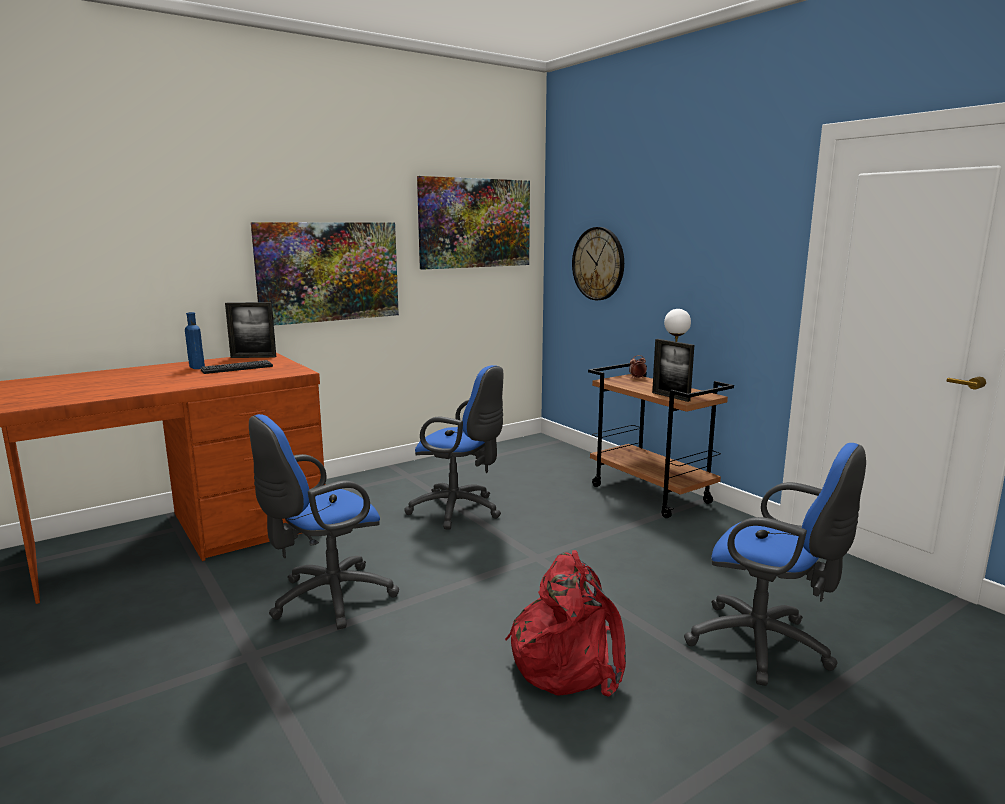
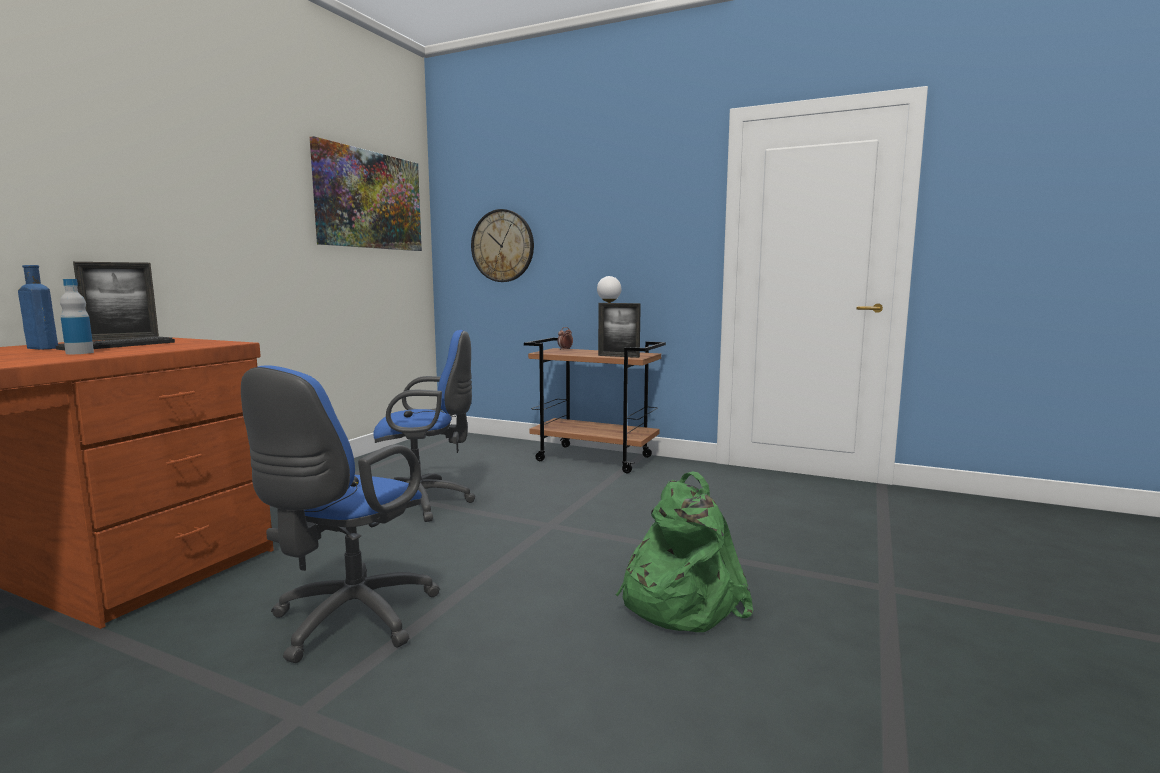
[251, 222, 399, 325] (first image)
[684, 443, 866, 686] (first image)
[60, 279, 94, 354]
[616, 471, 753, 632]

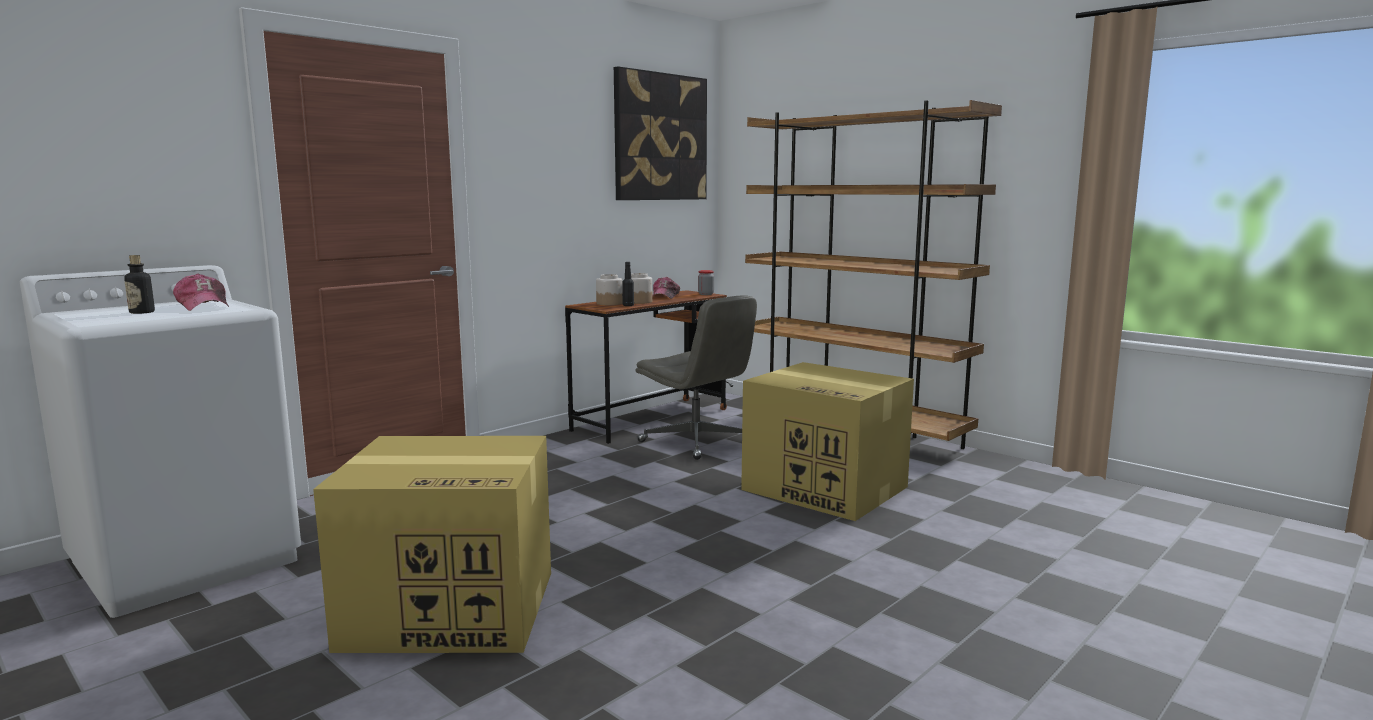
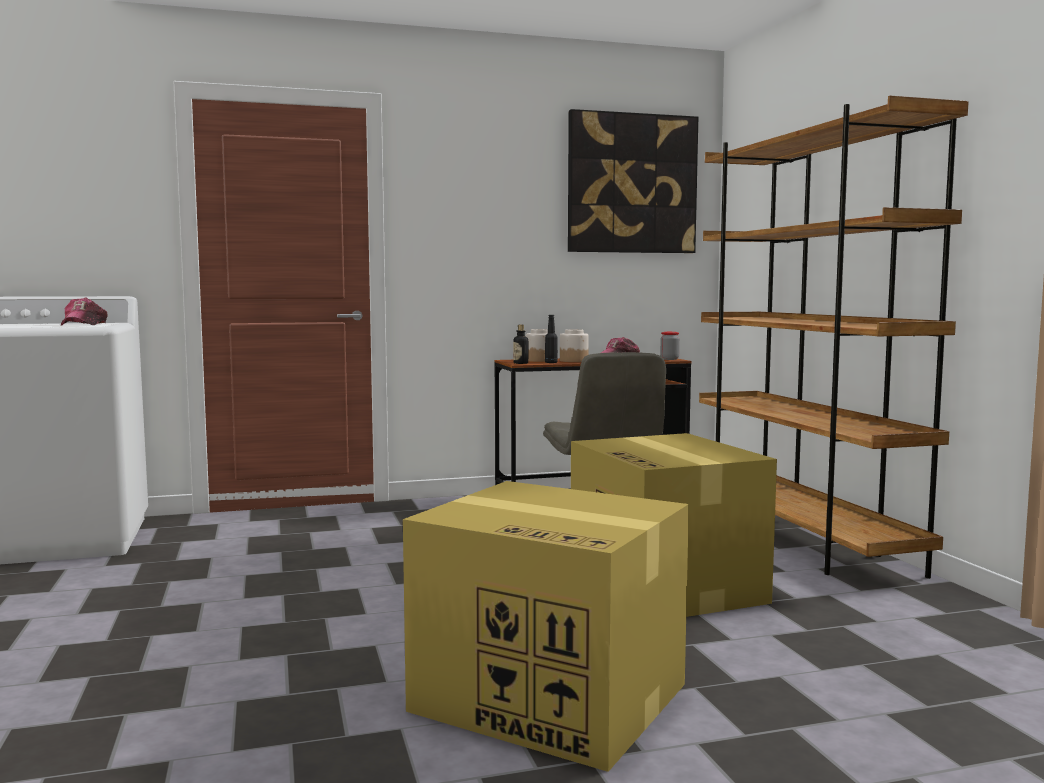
[513, 325, 528, 364]
[403, 481, 689, 772]

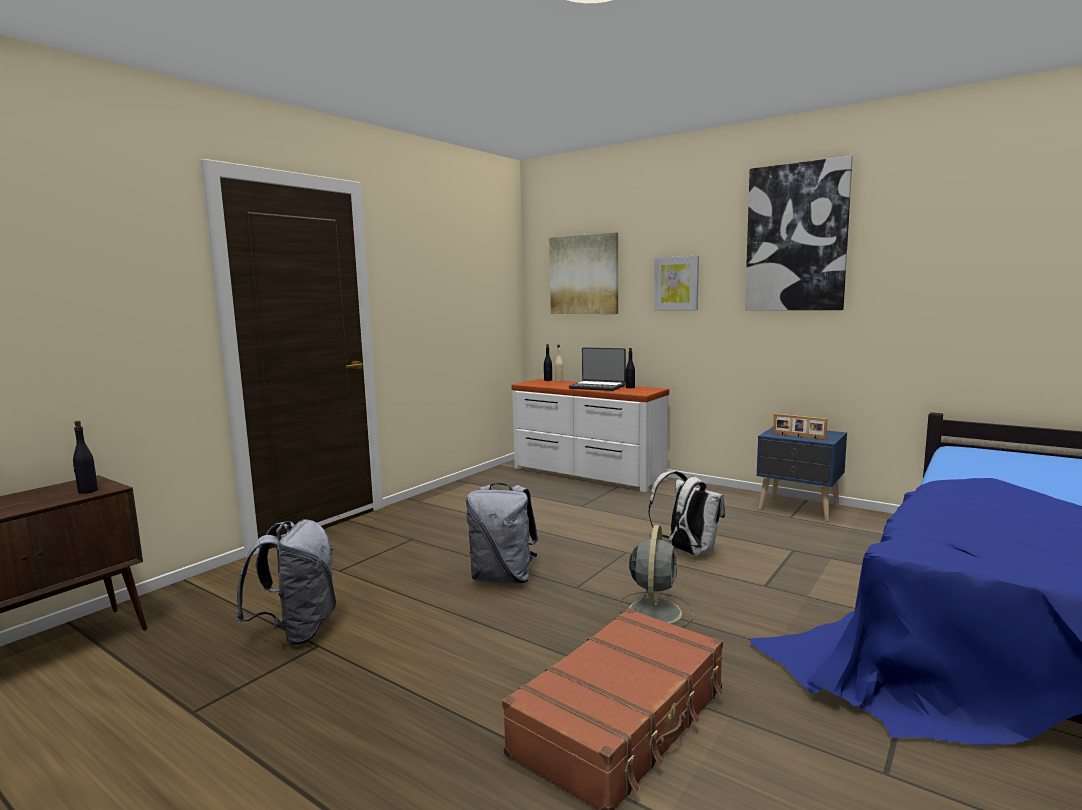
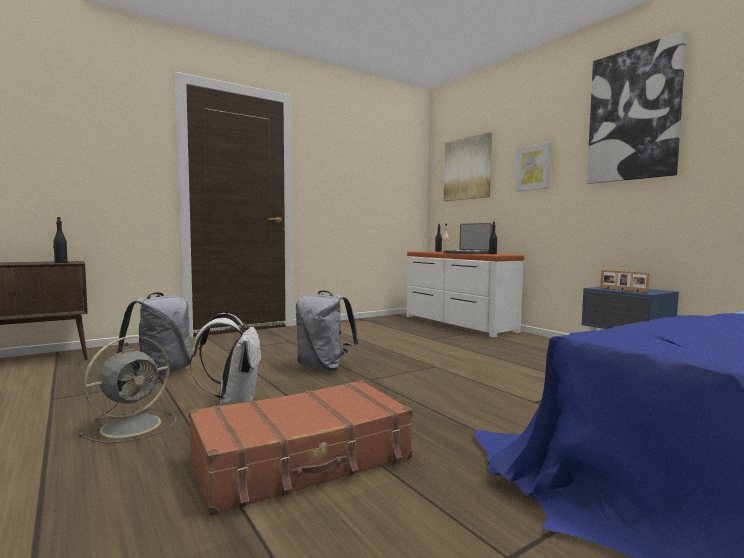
[78, 336, 176, 443]
[190, 313, 263, 406]

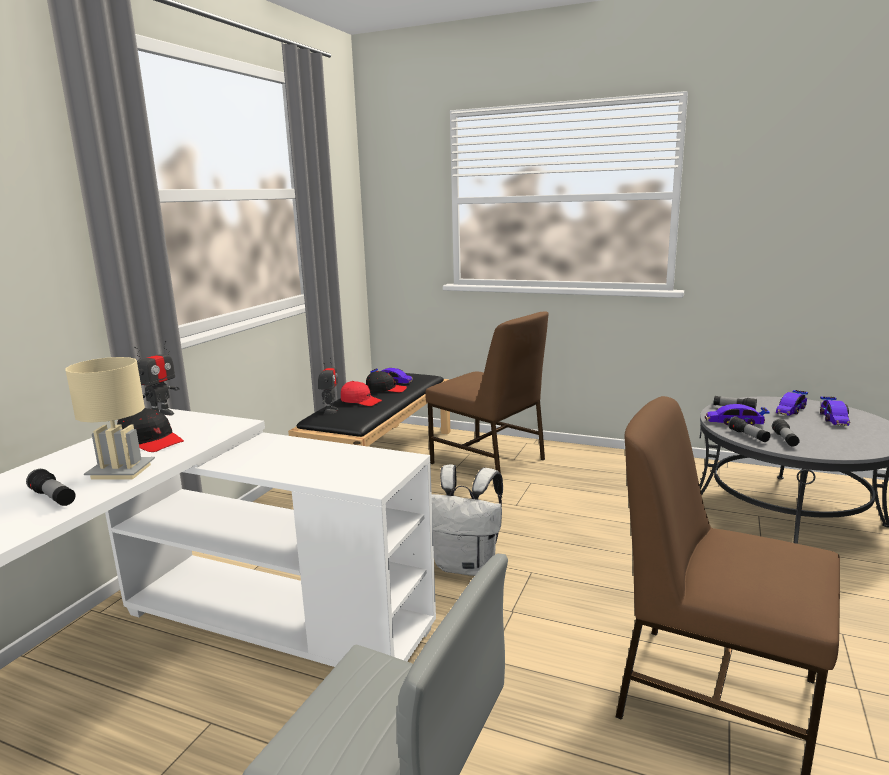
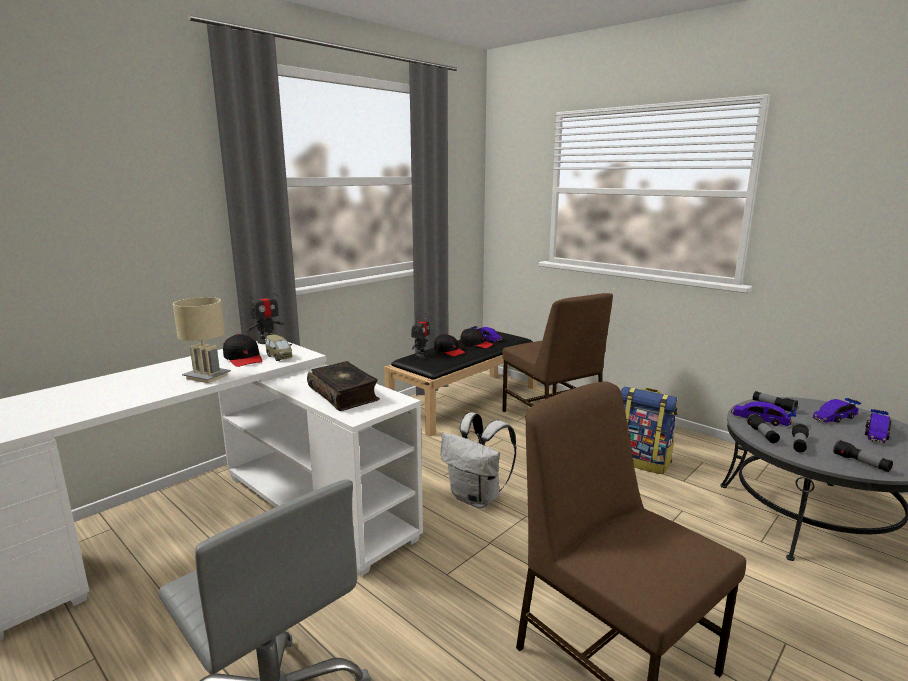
[266, 334, 293, 361]
[307, 361, 380, 411]
[621, 387, 678, 474]
[833, 440, 893, 472]
[434, 334, 466, 356]

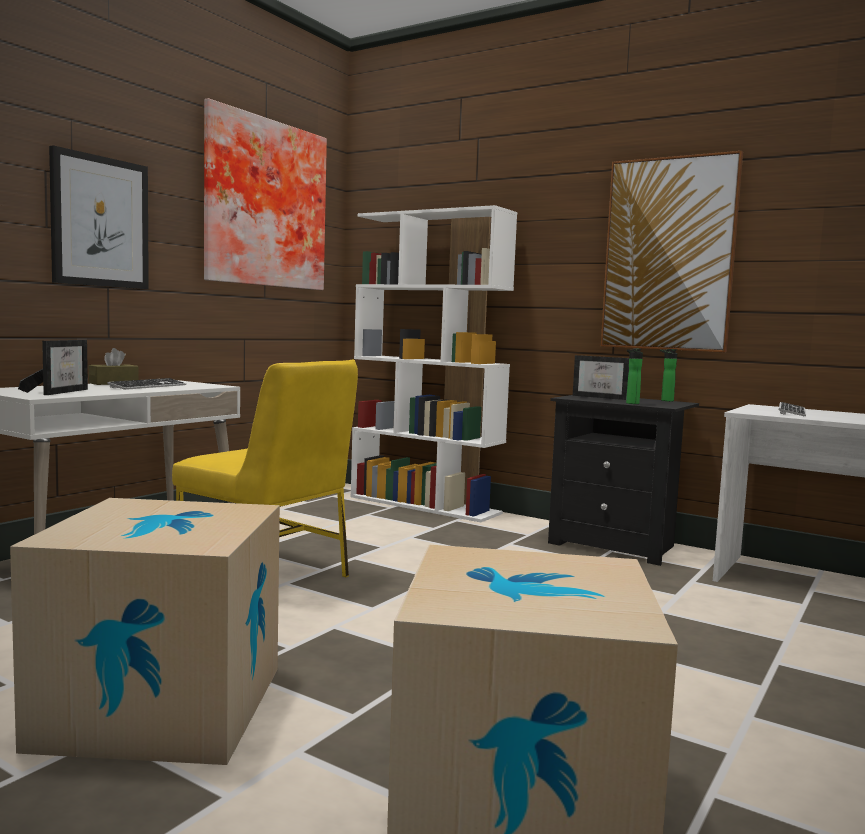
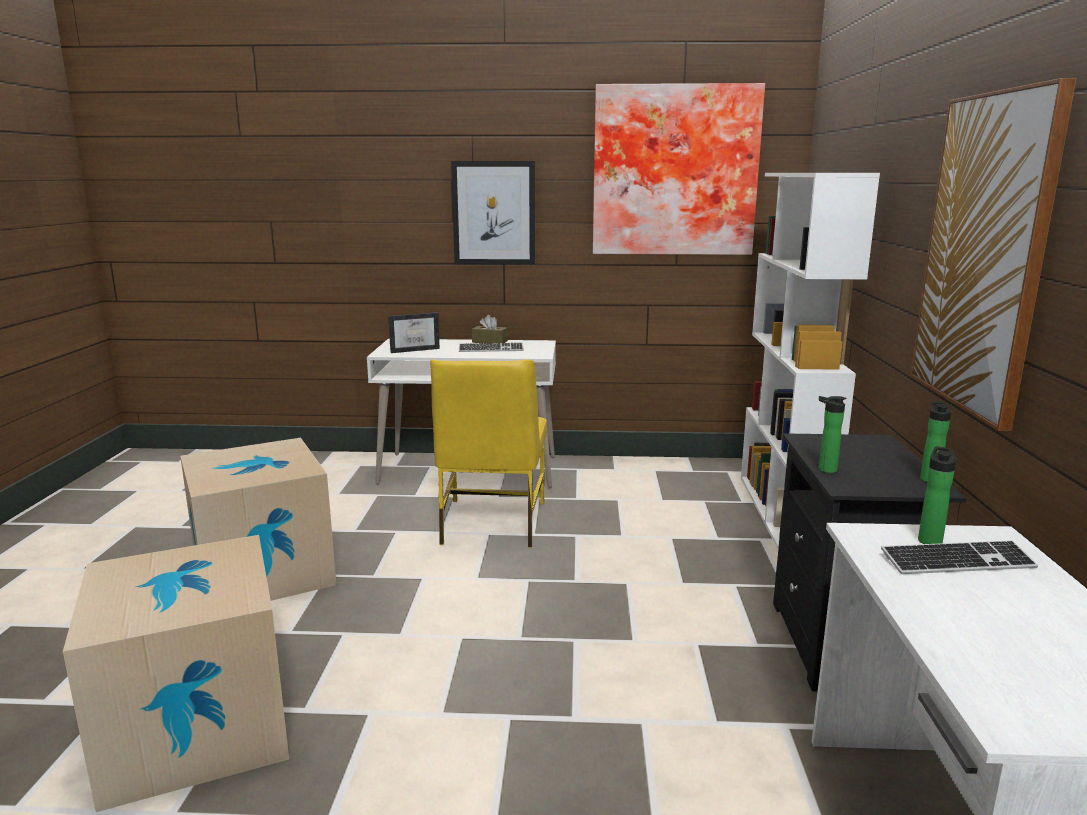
[573, 355, 629, 400] (first image)
[918, 447, 956, 544]

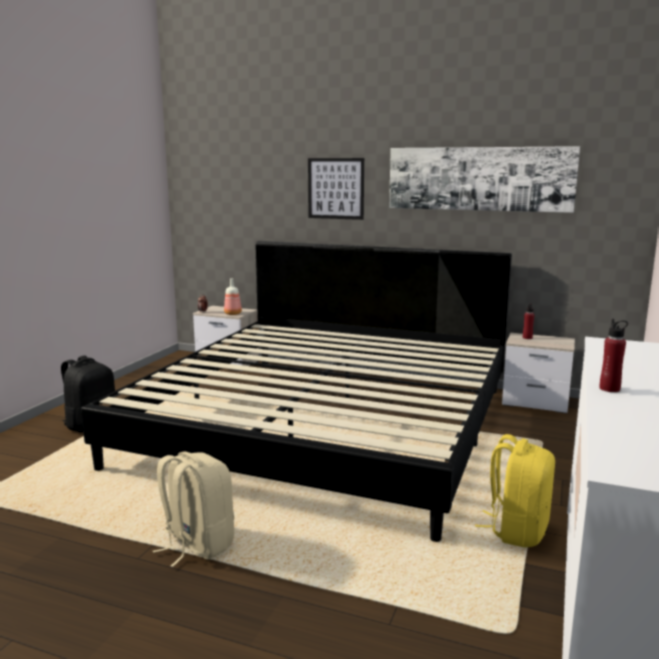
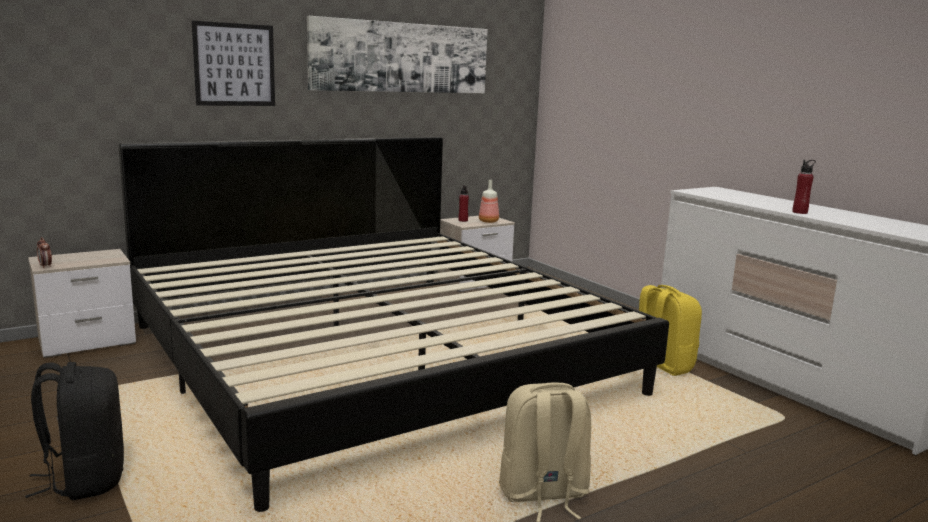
[479, 180, 499, 223]

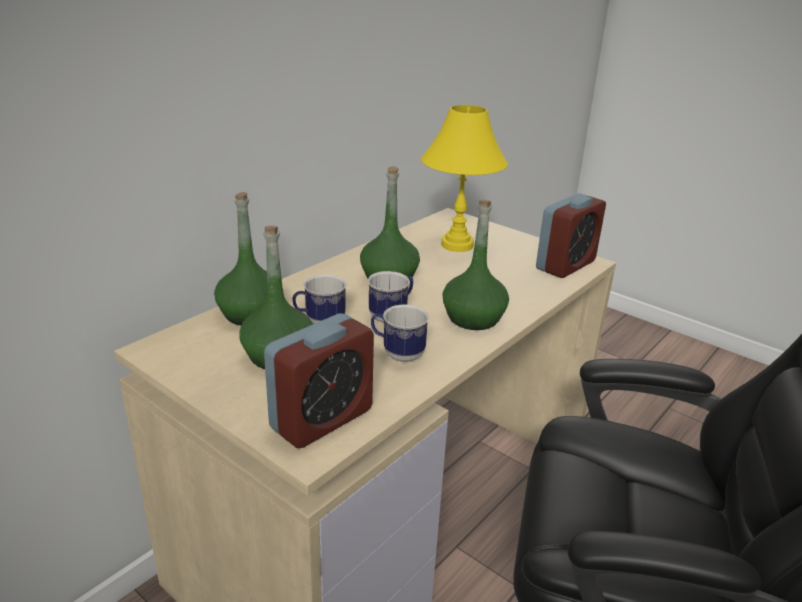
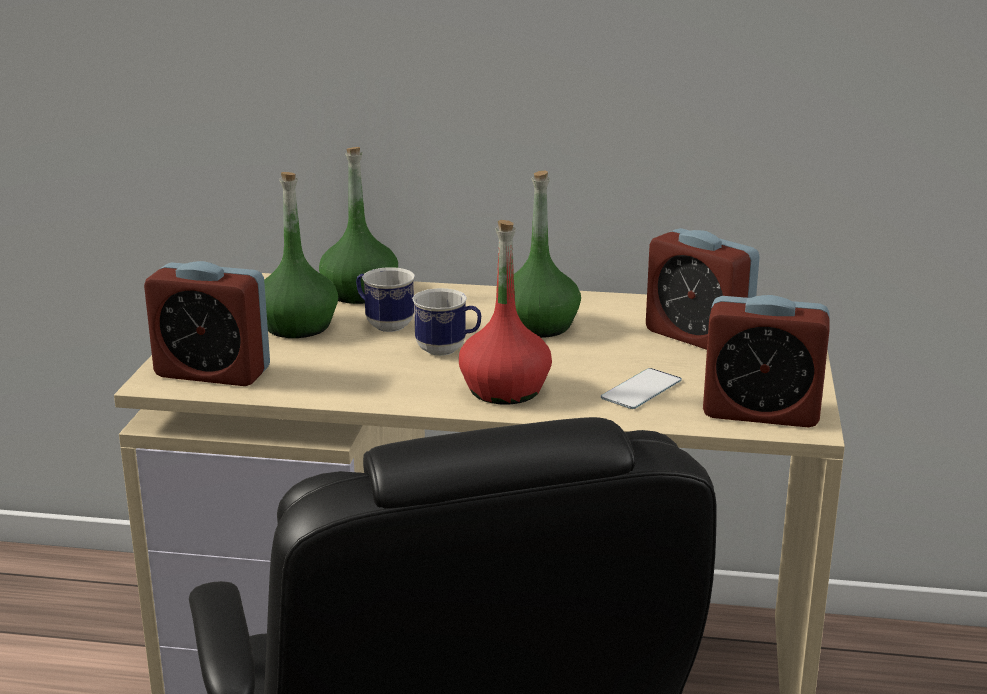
[371, 304, 429, 362] (first image)
[601, 368, 682, 409]
[646, 228, 760, 350]
[459, 220, 552, 404]

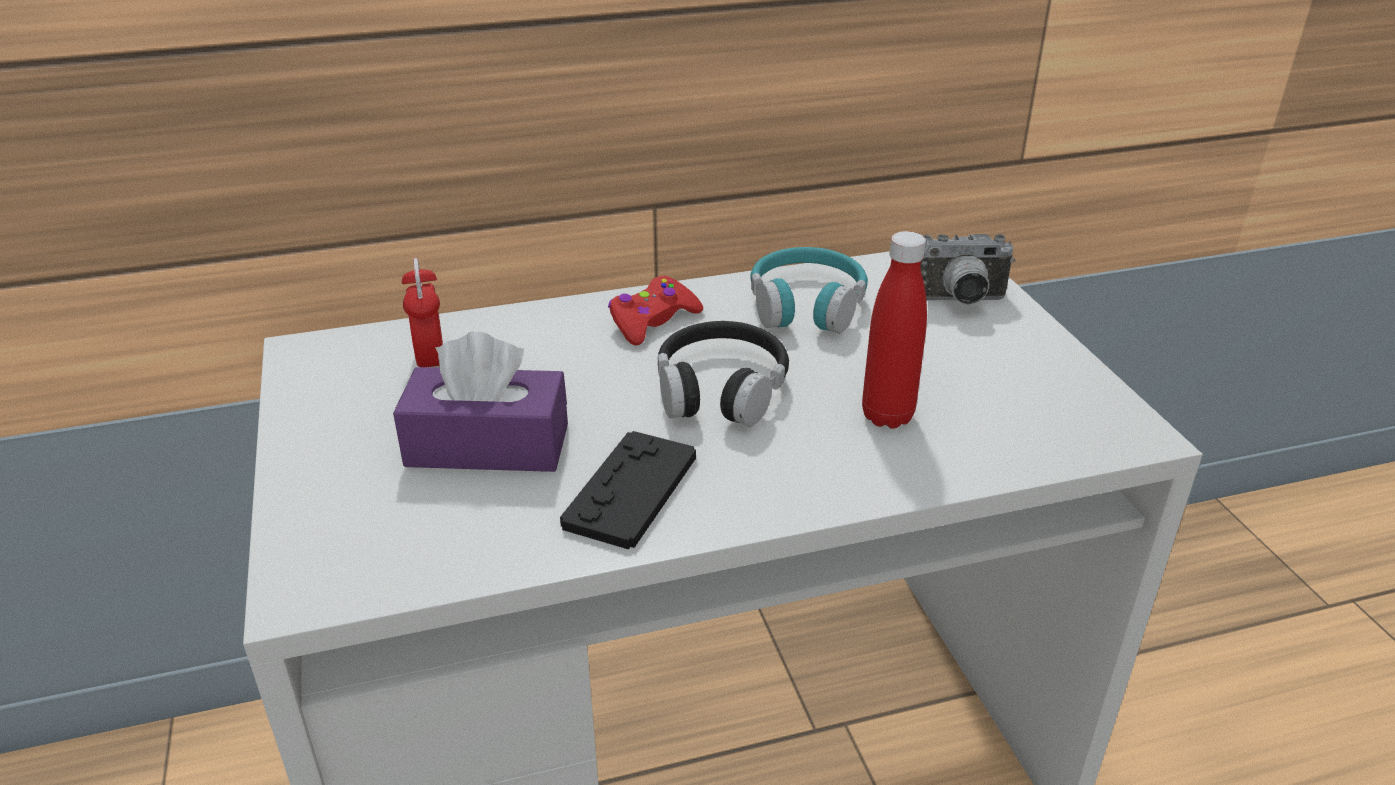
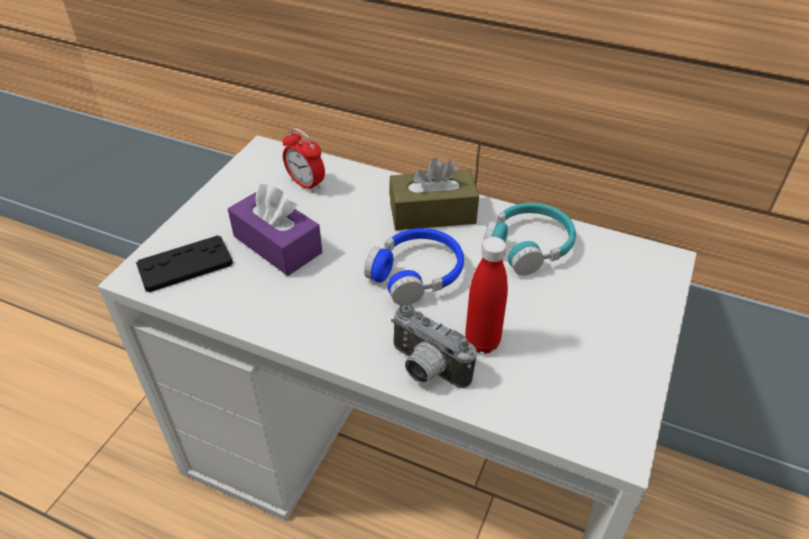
[136, 235, 233, 292]
[391, 303, 477, 388]
[389, 158, 479, 230]
[364, 228, 464, 305]
[282, 128, 325, 193]

